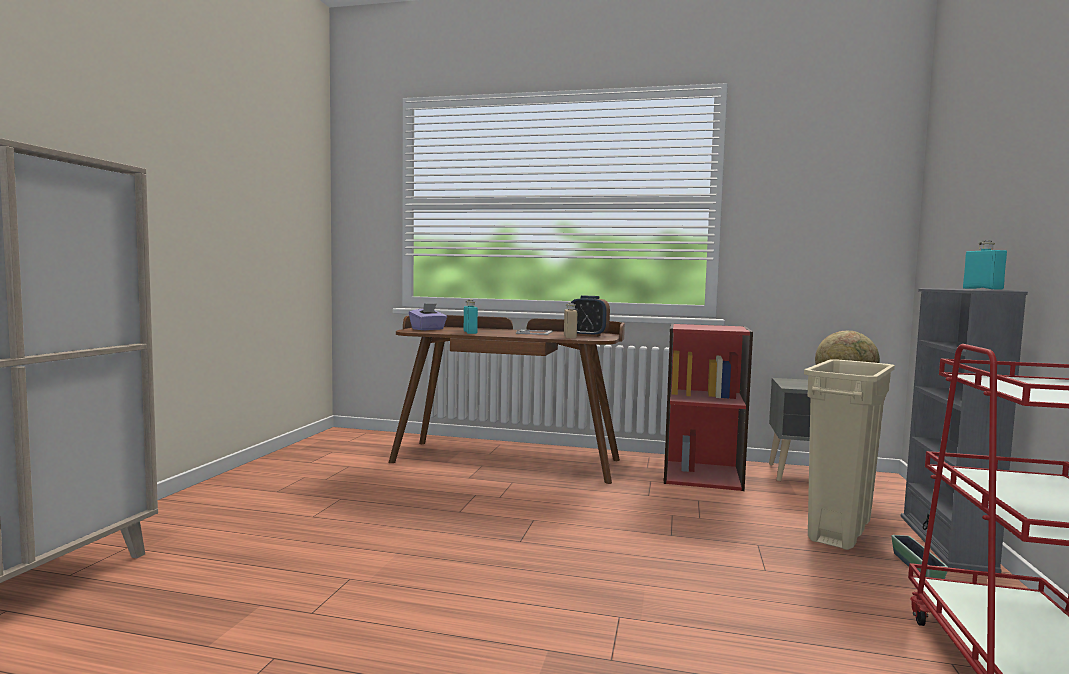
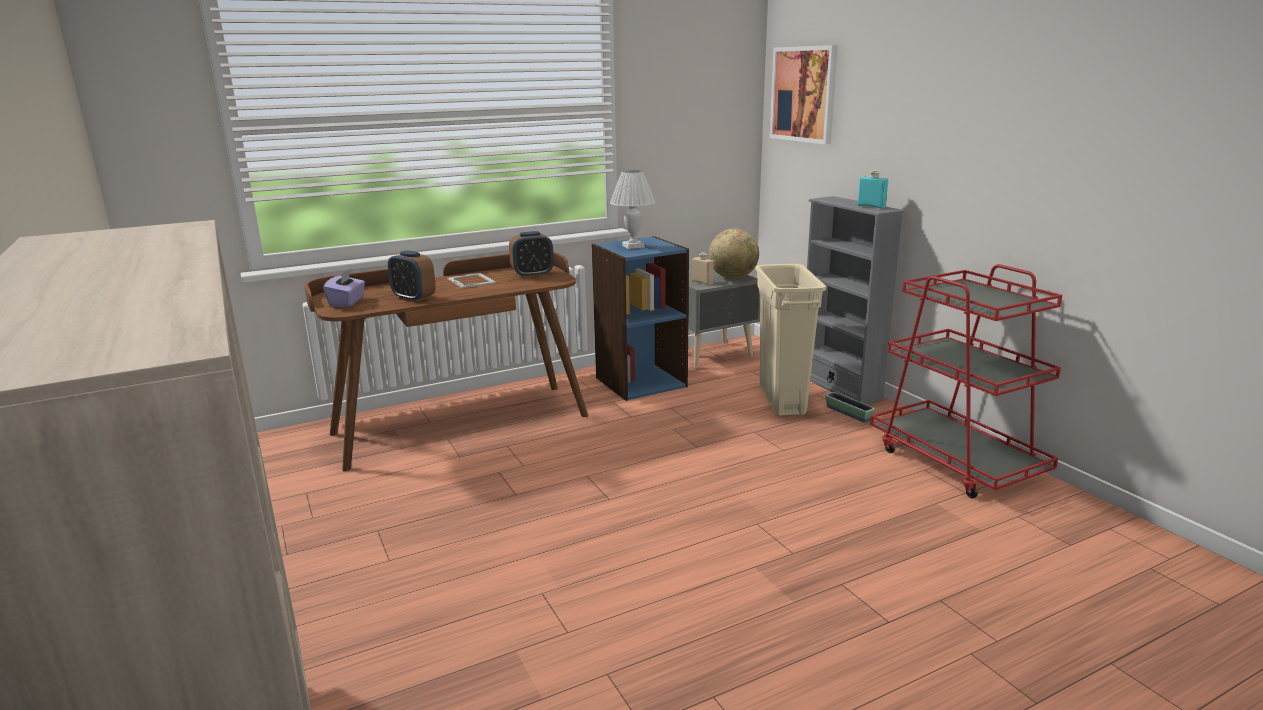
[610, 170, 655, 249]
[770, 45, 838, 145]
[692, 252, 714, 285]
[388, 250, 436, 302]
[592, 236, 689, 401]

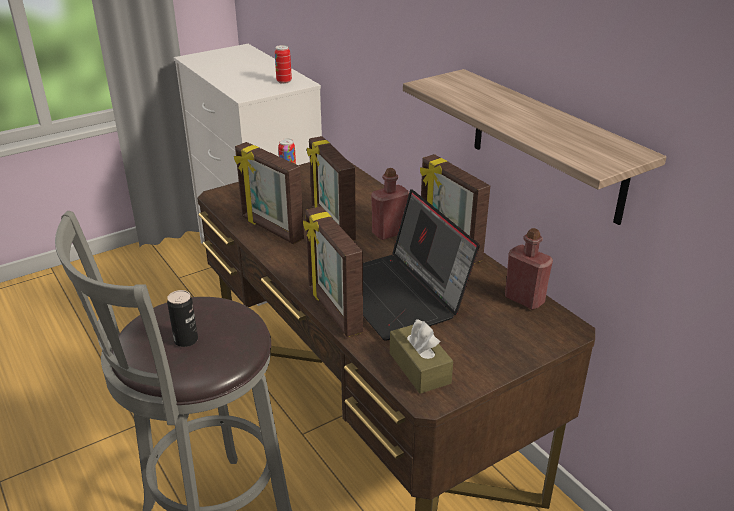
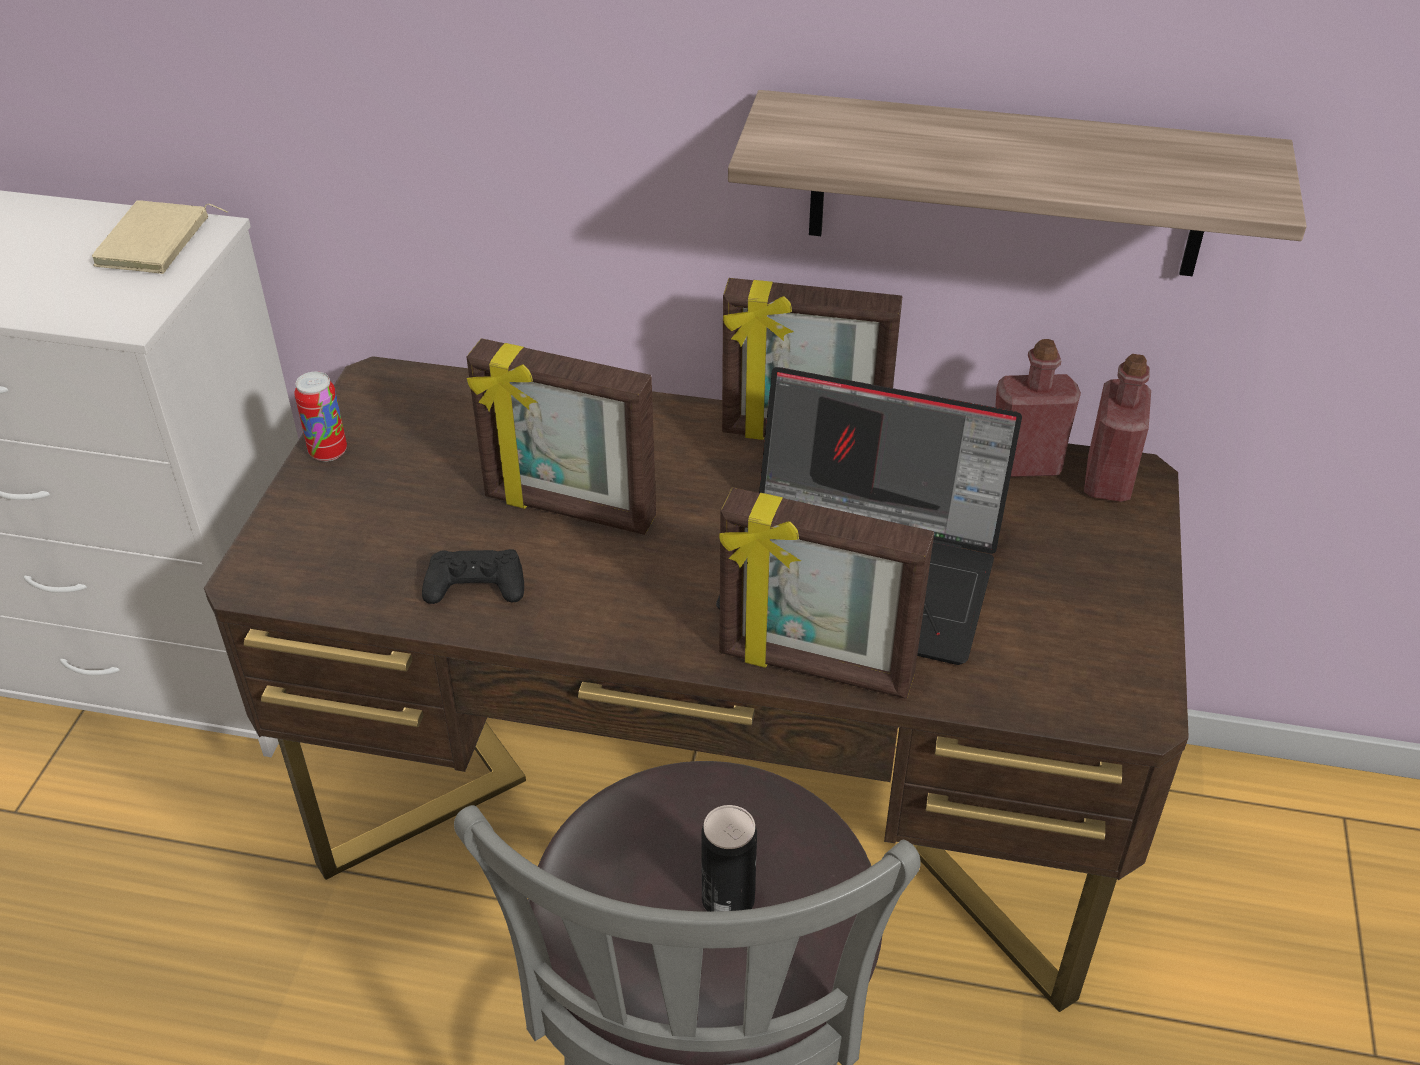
[390, 319, 453, 394] (first image)
[1084, 354, 1151, 502]
[422, 549, 524, 604]
[92, 200, 228, 274]

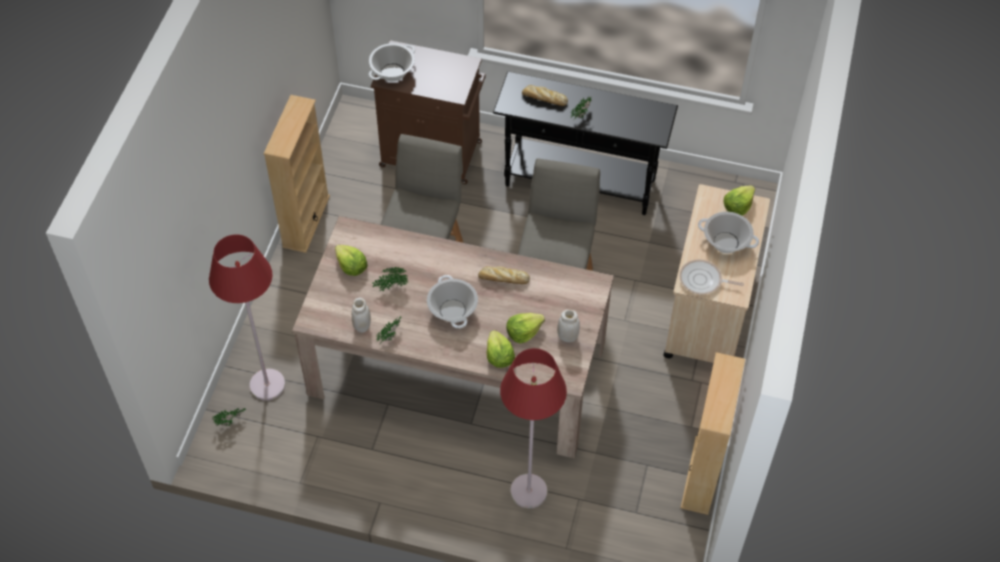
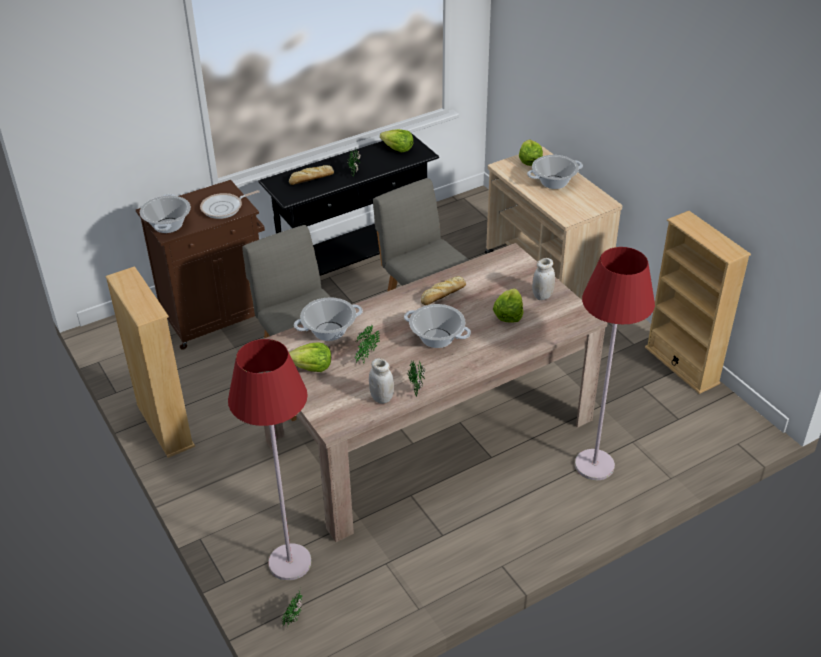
[294, 297, 363, 341]
[380, 129, 414, 152]
[200, 190, 260, 219]

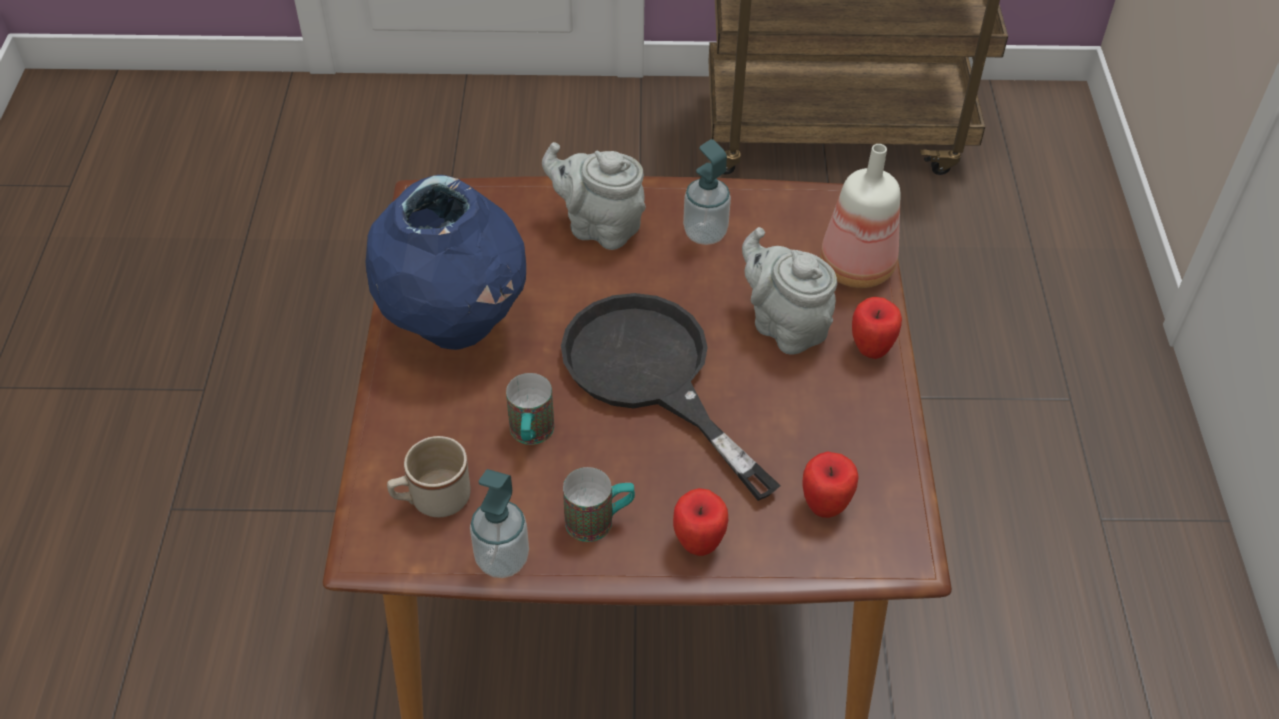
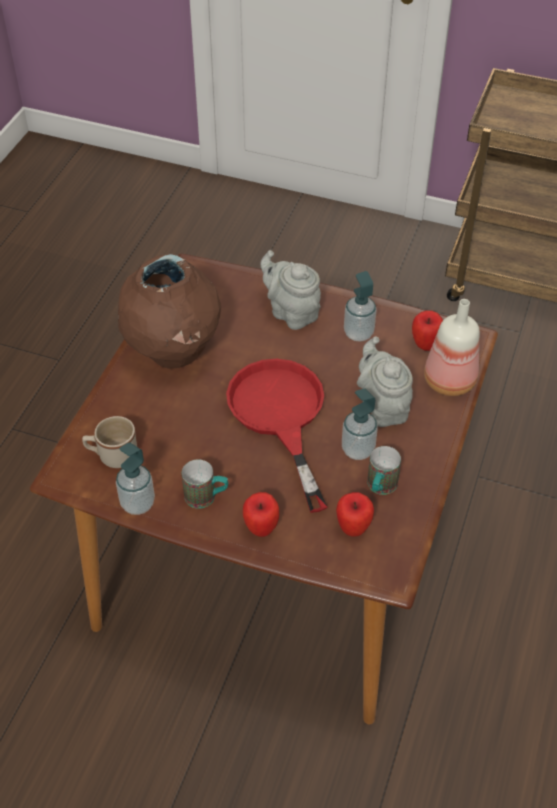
[342, 389, 378, 460]
[367, 446, 401, 495]
[412, 310, 443, 351]
[118, 254, 221, 369]
[226, 359, 327, 513]

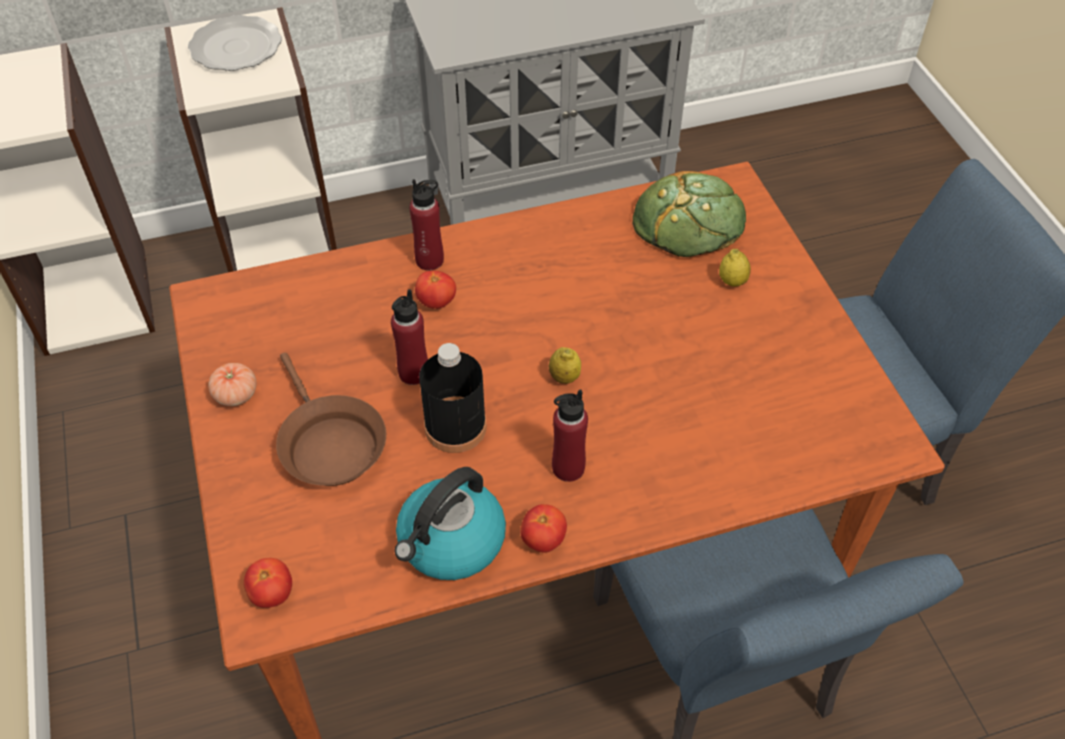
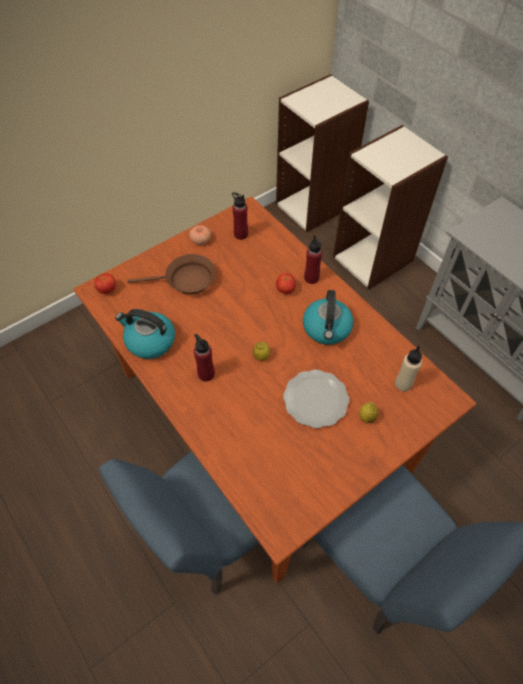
[419, 343, 487, 453] (first image)
[520, 504, 567, 553] (first image)
[303, 290, 354, 345]
[283, 370, 349, 428]
[232, 192, 248, 240]
[395, 345, 422, 391]
[127, 254, 216, 294]

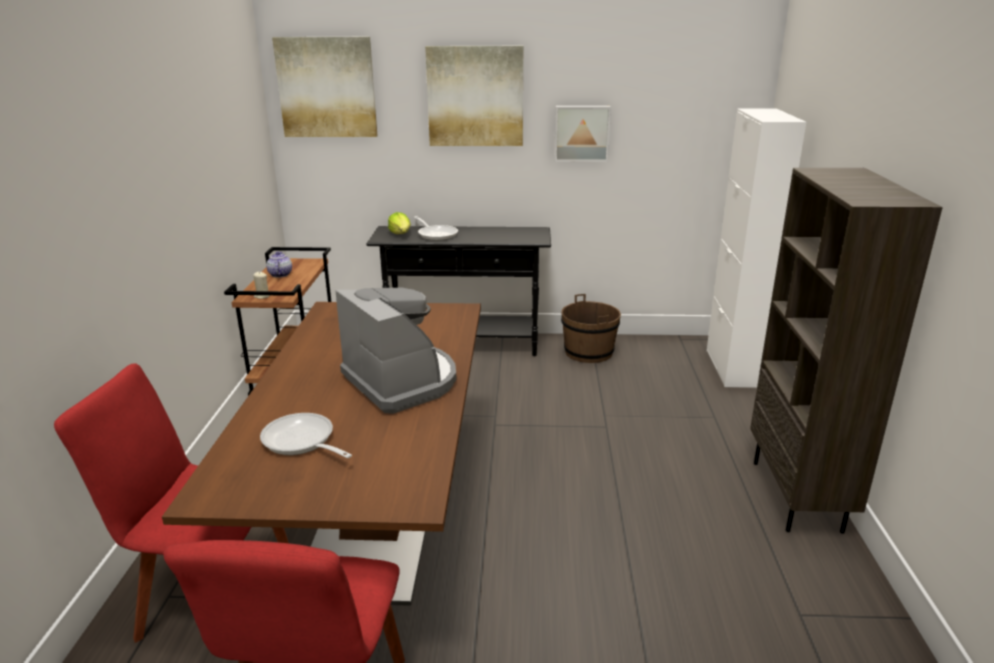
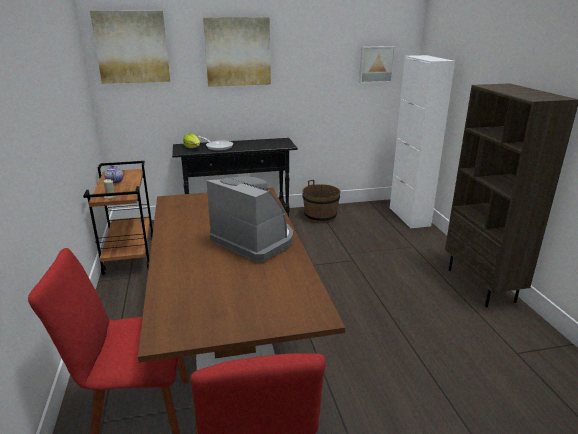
[260, 413, 352, 458] (first image)
[359, 46, 396, 83]

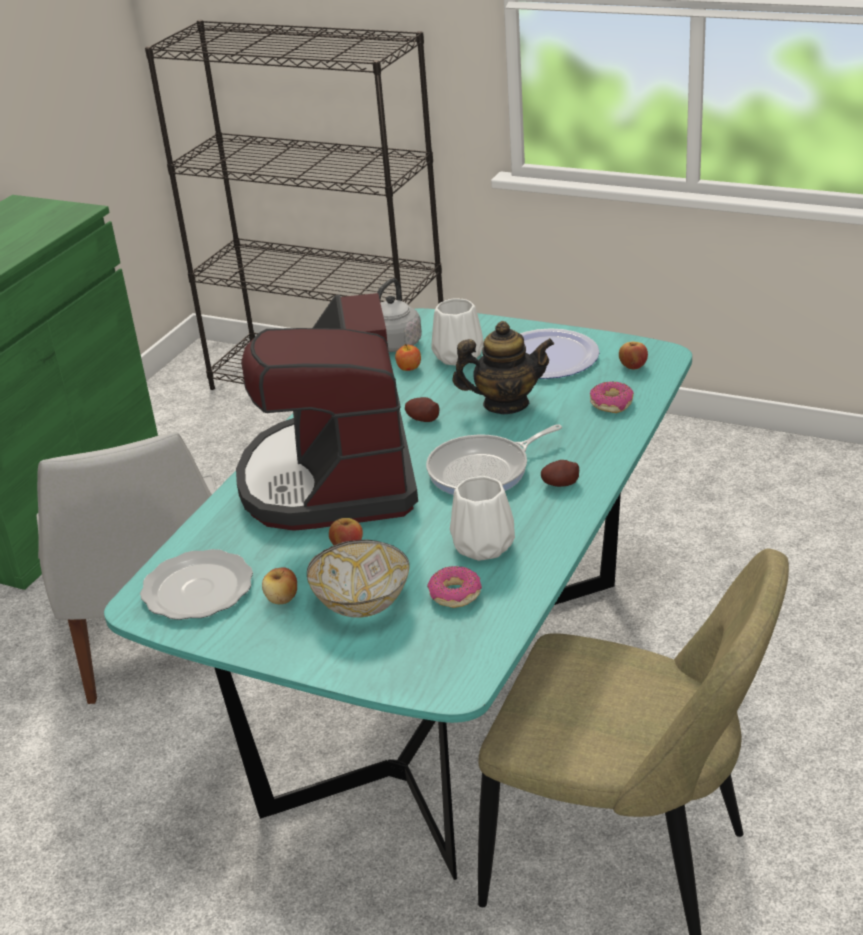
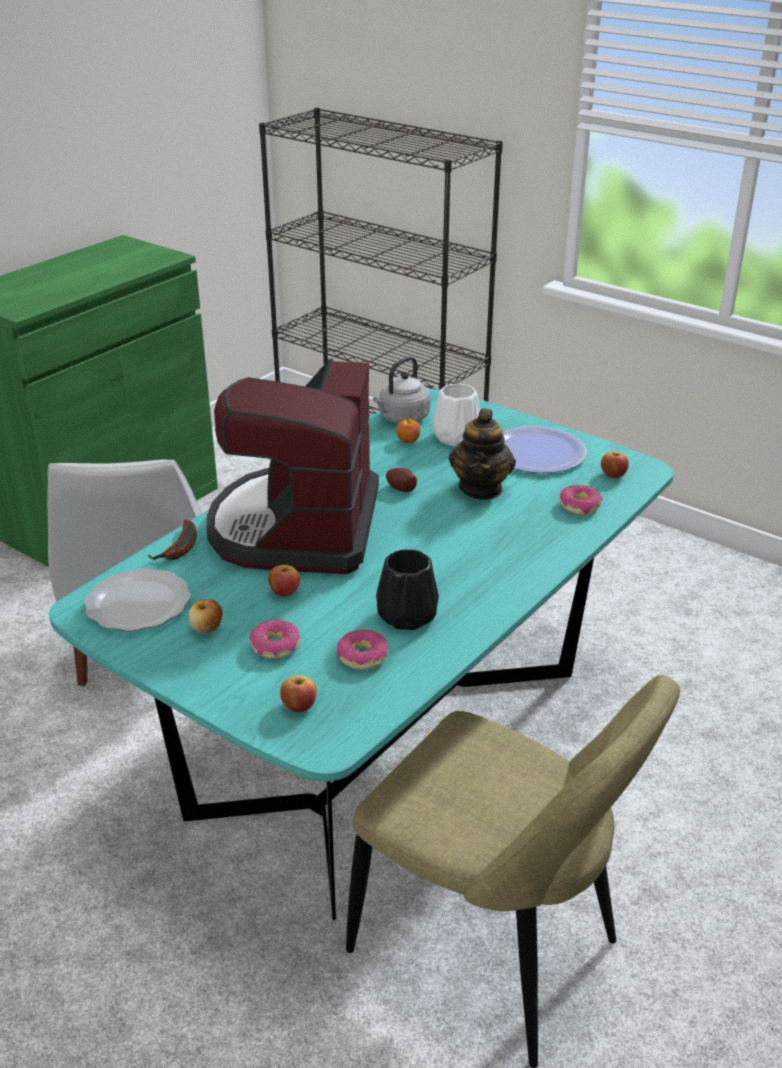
[426, 424, 562, 495] (first image)
[541, 460, 579, 487] (first image)
[148, 519, 197, 560]
[280, 675, 317, 712]
[249, 620, 300, 659]
[376, 549, 439, 630]
[449, 408, 516, 500]

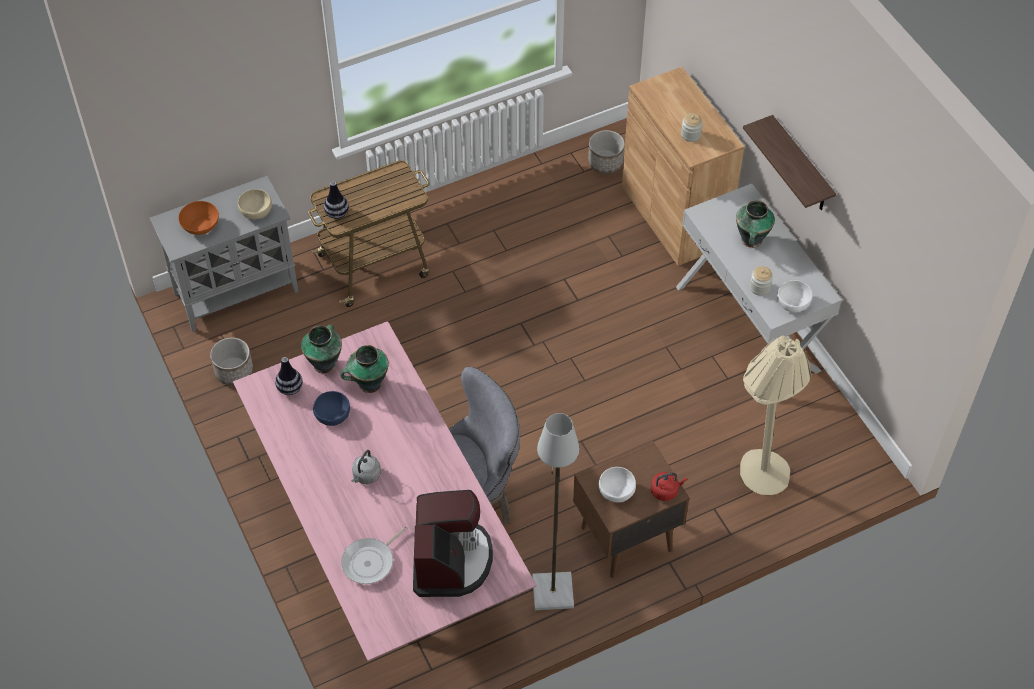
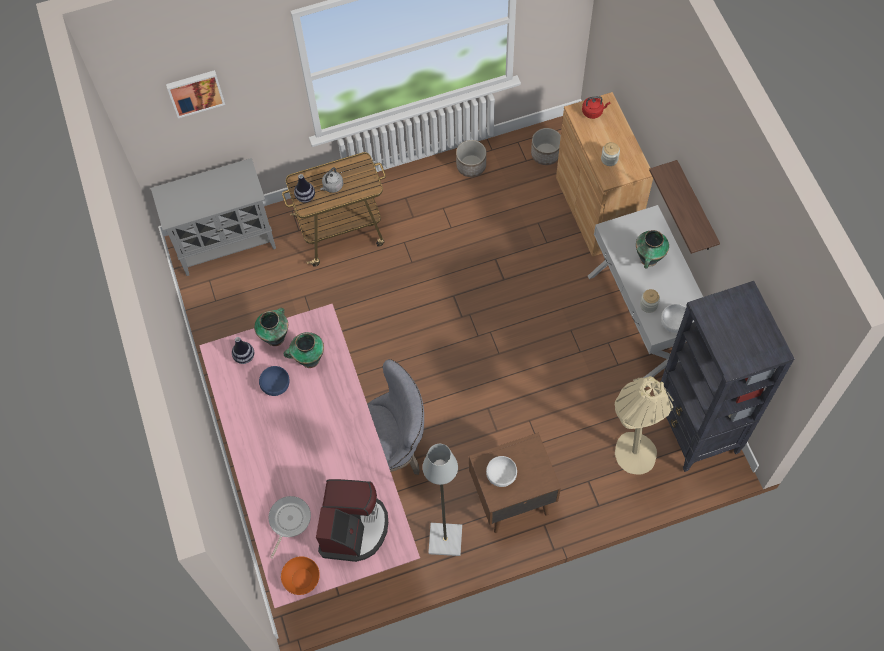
[238, 189, 272, 219] (first image)
[166, 70, 225, 118]
[660, 281, 795, 472]
[281, 556, 320, 595]
[456, 140, 486, 177]
[320, 167, 343, 193]
[582, 96, 610, 119]
[268, 496, 311, 559]

